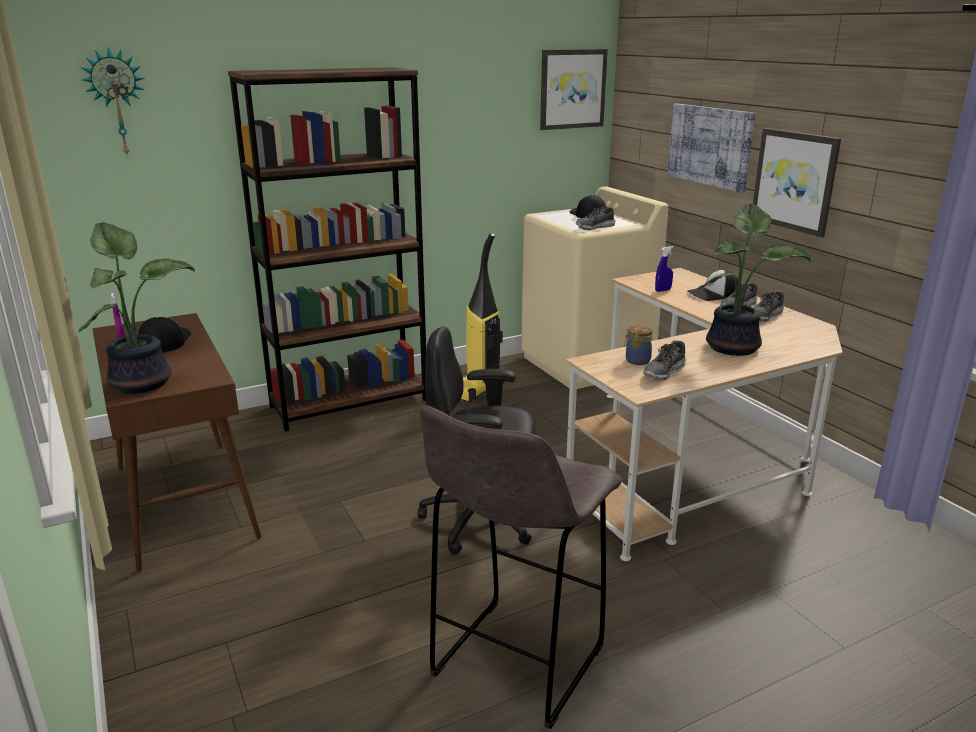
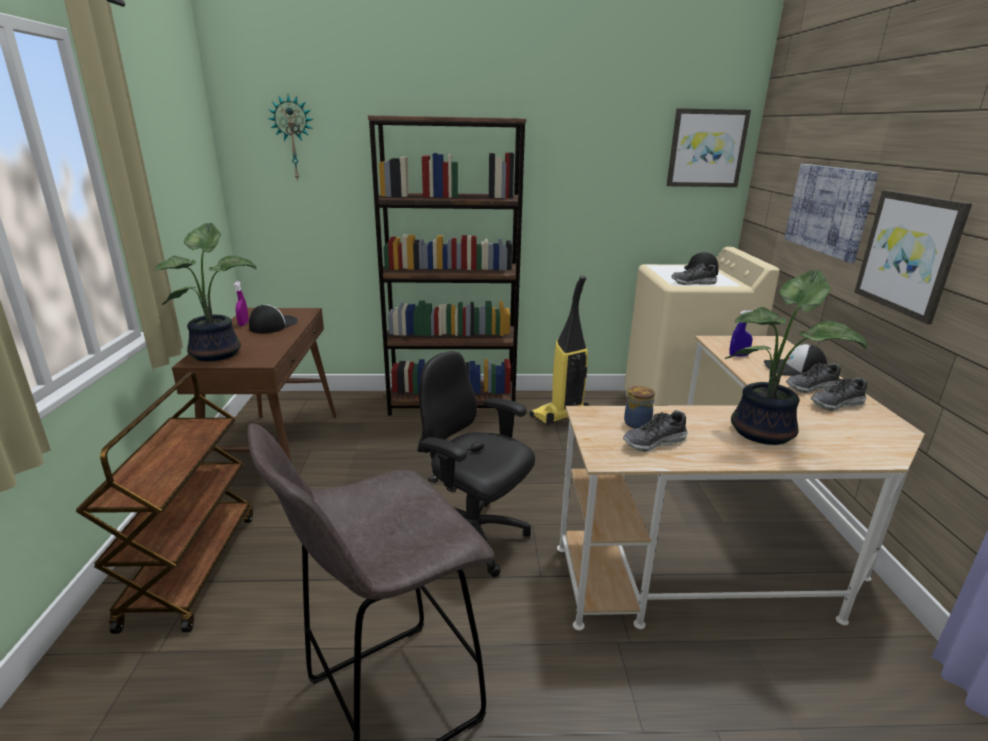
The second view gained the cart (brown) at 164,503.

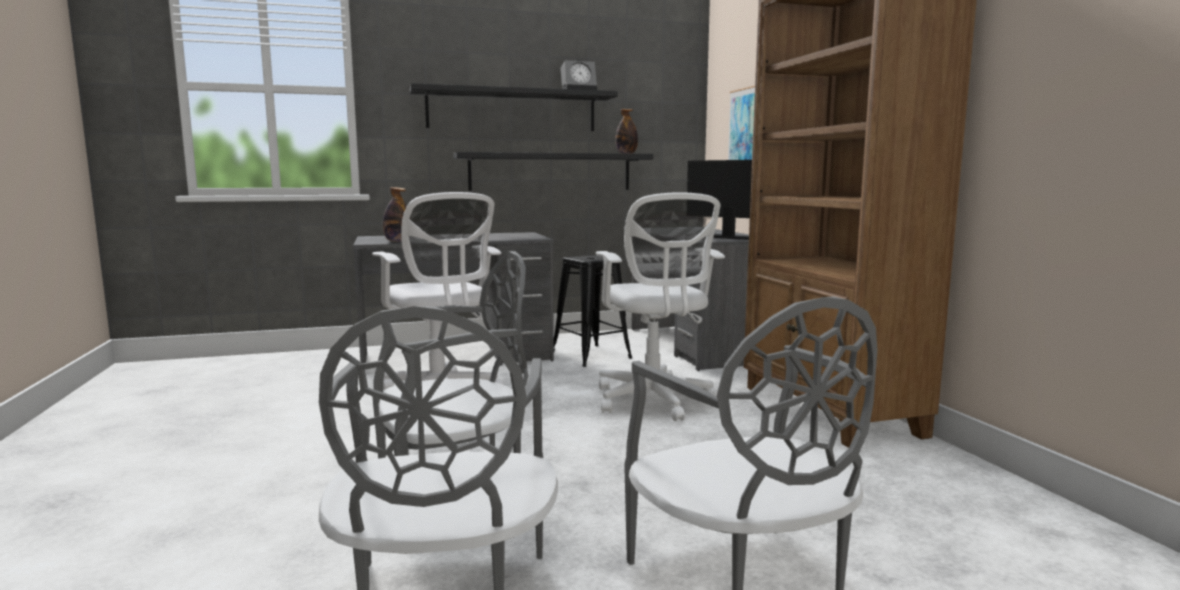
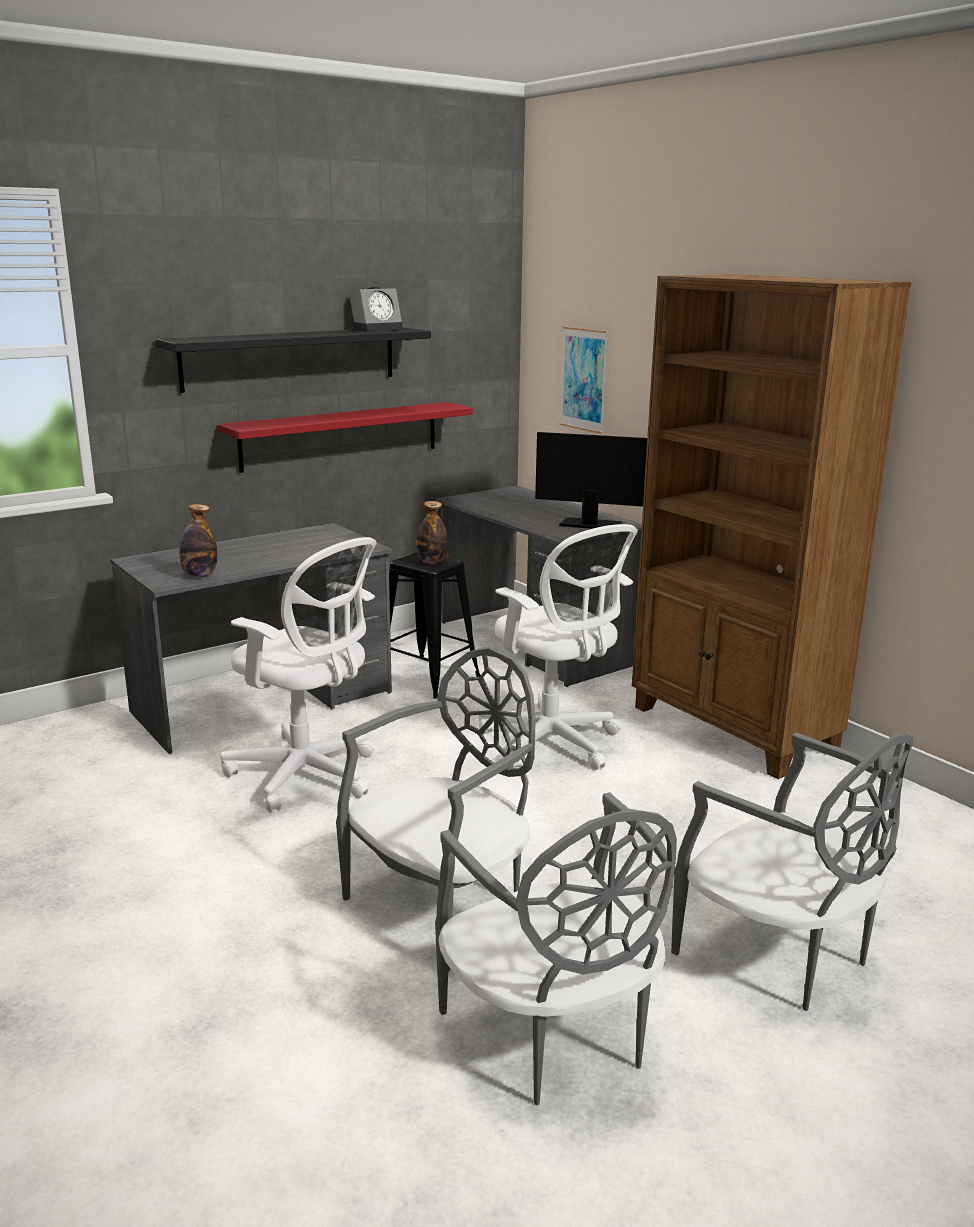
What was the shelf (black) at 553,171 turned into the shelf (red) at 345,437. The bottle ended up elsewhere, having gone from 626,131 to 432,533.

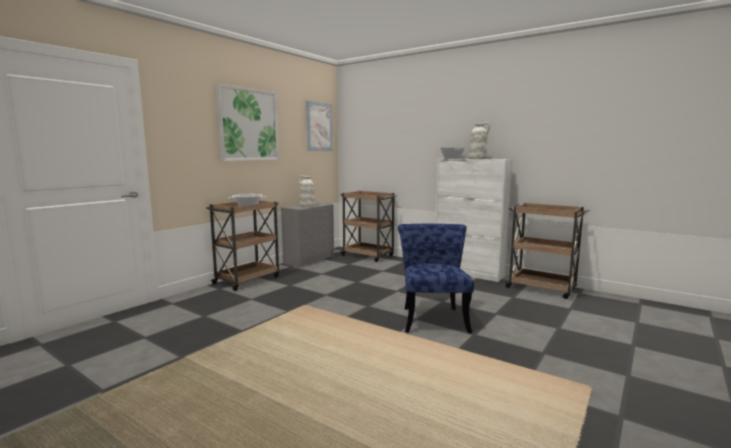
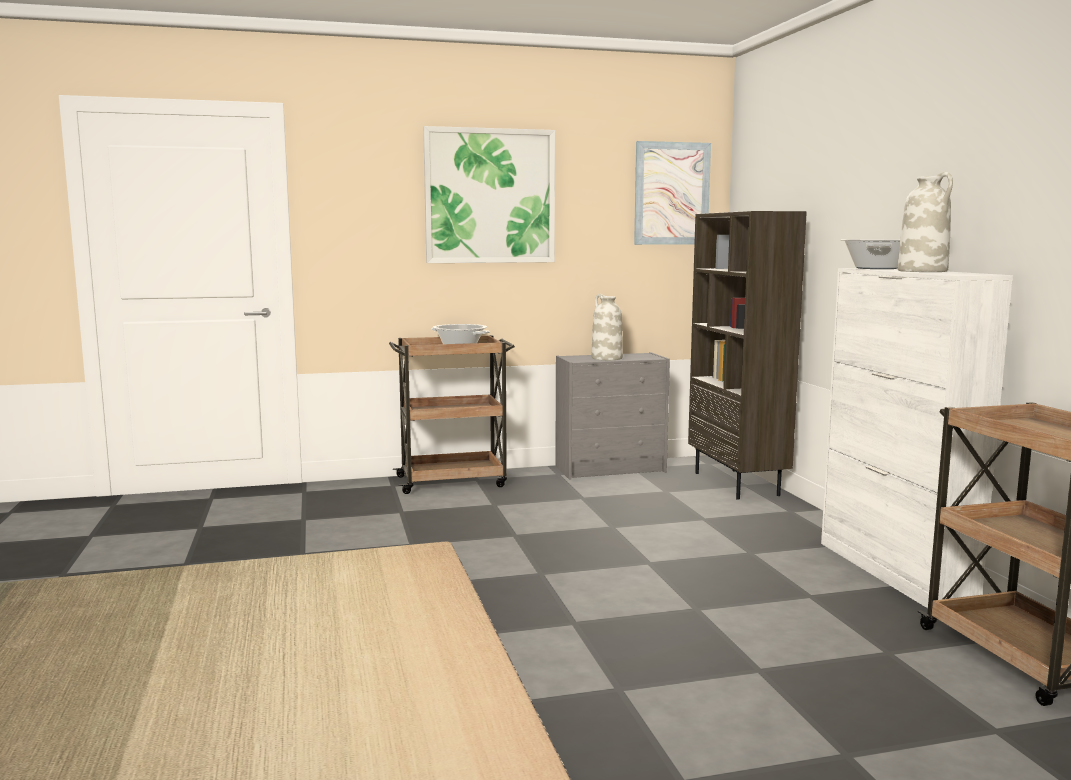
Where the cart (brown) stood at 368,226, the bookcase (brown) came to stand at 747,355. The second view lost the chair (blue) at 436,278.

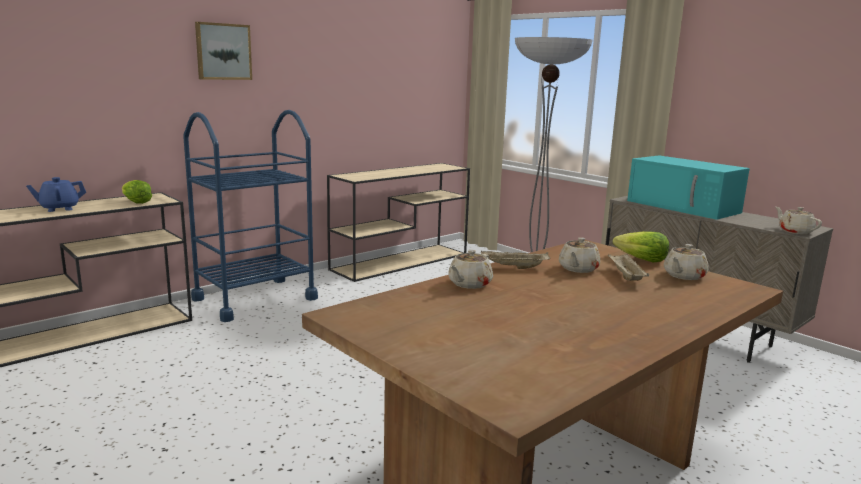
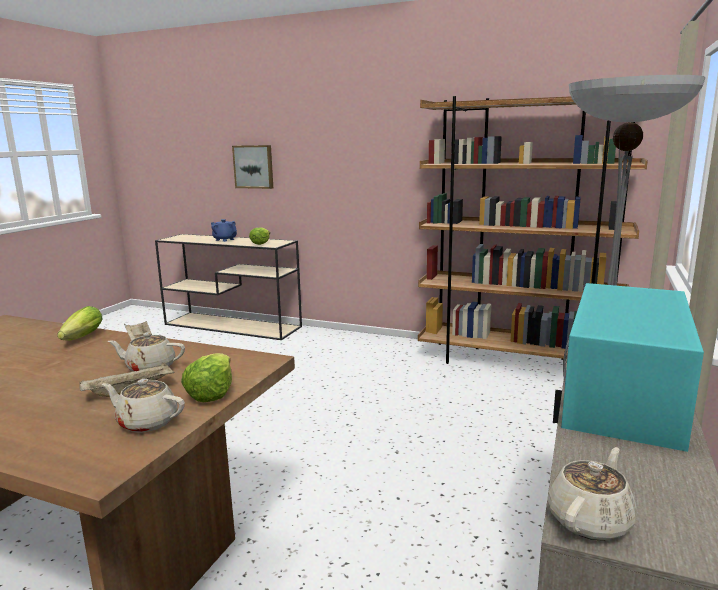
The second view lost the cart (blue) at 250,216. The picture ended up elsewhere, having gone from 223,51 to 252,167. Where the console table (beige) stood at 398,222, the bookcase (brown) came to stand at 533,230. Where the teapot (beige) stood at 470,269, the lettuce came to stand at 80,323.

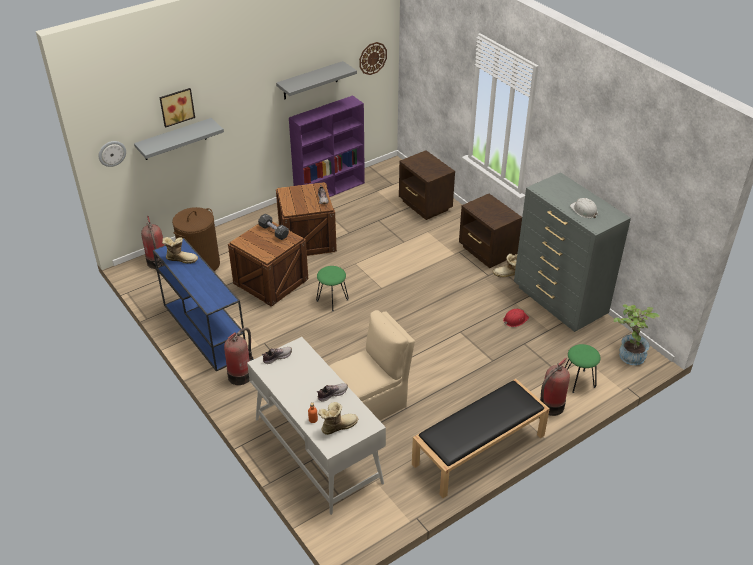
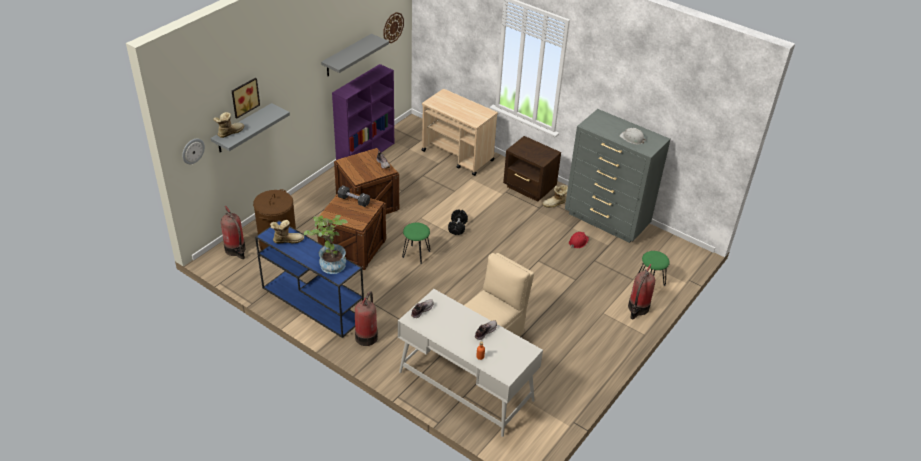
The boot ended up elsewhere, having gone from 338,418 to 229,125. Where the nightstand (brown) stood at 427,185, the cart (beige) came to stand at 460,132. The second view lost the bench (black) at 481,438. The potted plant ended up elsewhere, having gone from 636,334 to 326,244. The second view gained the dumbbell (black) at 458,222.

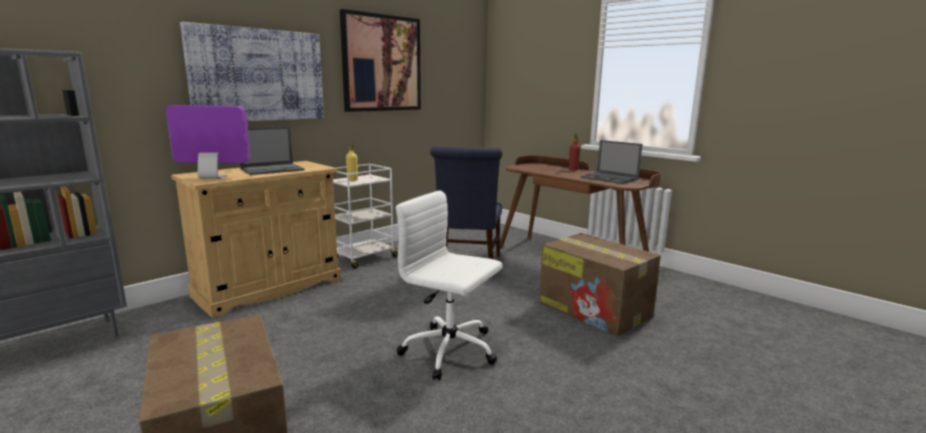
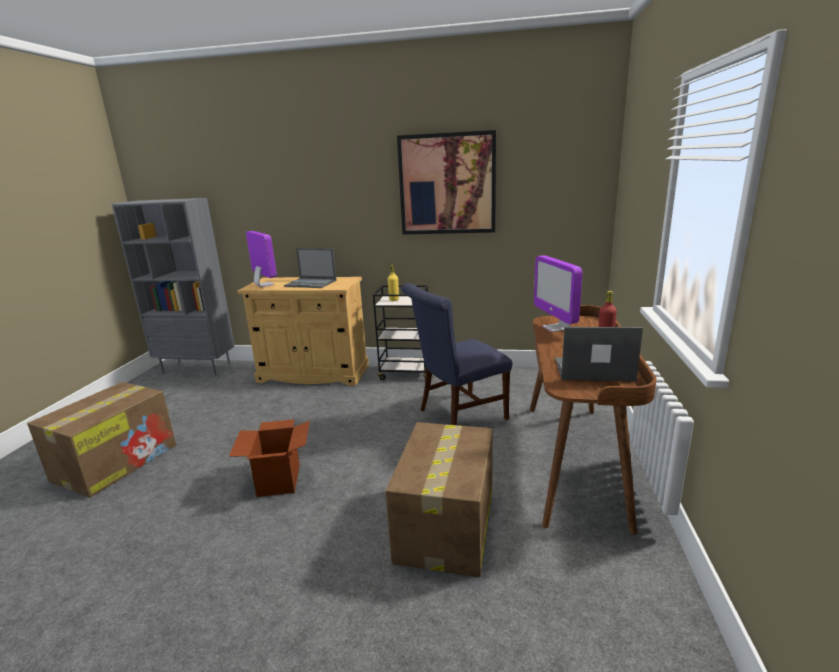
The second view lost the picture at 252,71. What was the cart (white) at 365,216 turned into the cart (black) at 403,332. Where the office chair (white) stood at 449,285, the cardboard box came to stand at 269,458. The laptop at 612,162 ended up facing another way, 90 degrees clockwise from before. The second view gained the monitor at 558,293.

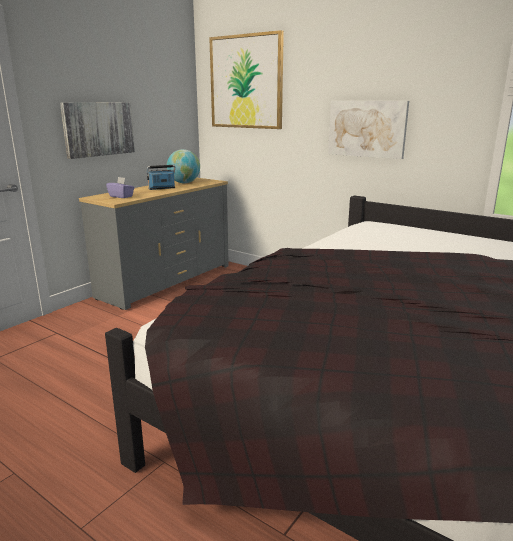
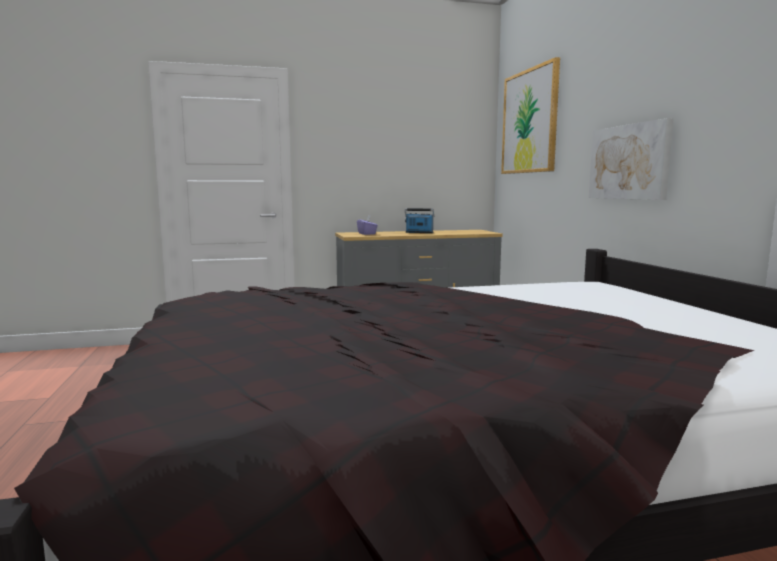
The second view lost the picture at 97,130. The second view lost the globe at 183,166.

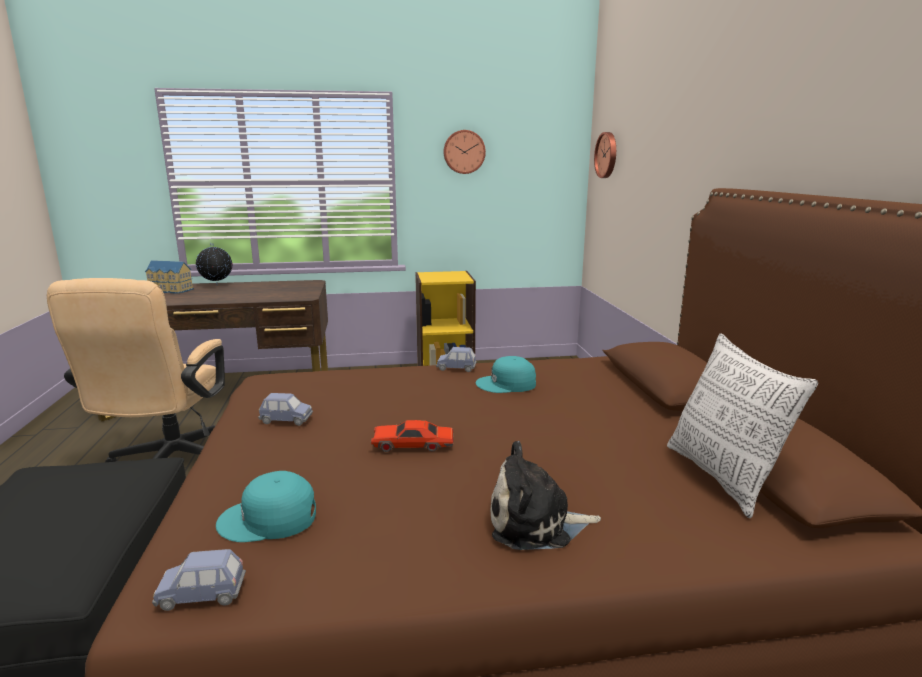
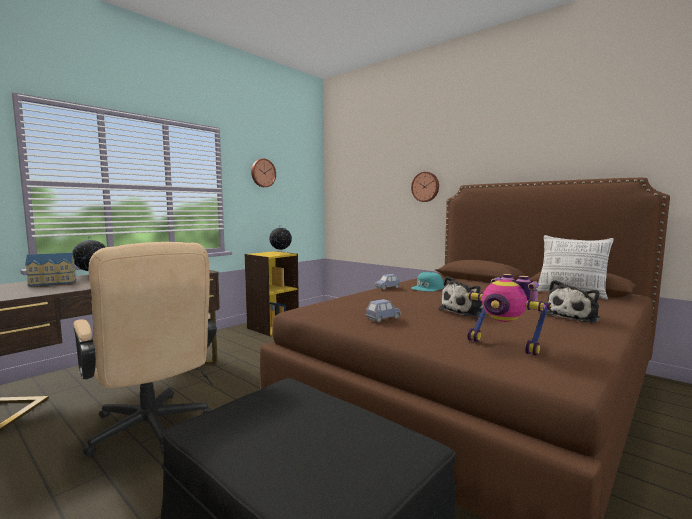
The second view lost the toy car (blue) at 199,580. Where the cap (turquoise) stood at 266,506, the toy robot came to stand at 509,315. Where the toy car (red) stood at 412,436, the plush toy came to stand at 463,296. The wall clock ended up elsewhere, having gone from 605,155 to 425,187. The second view gained the globe at 280,238.

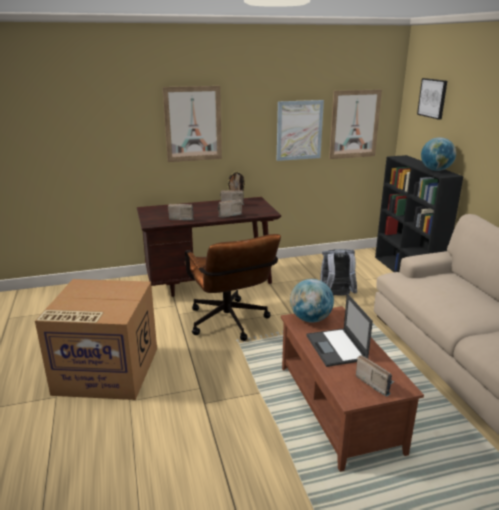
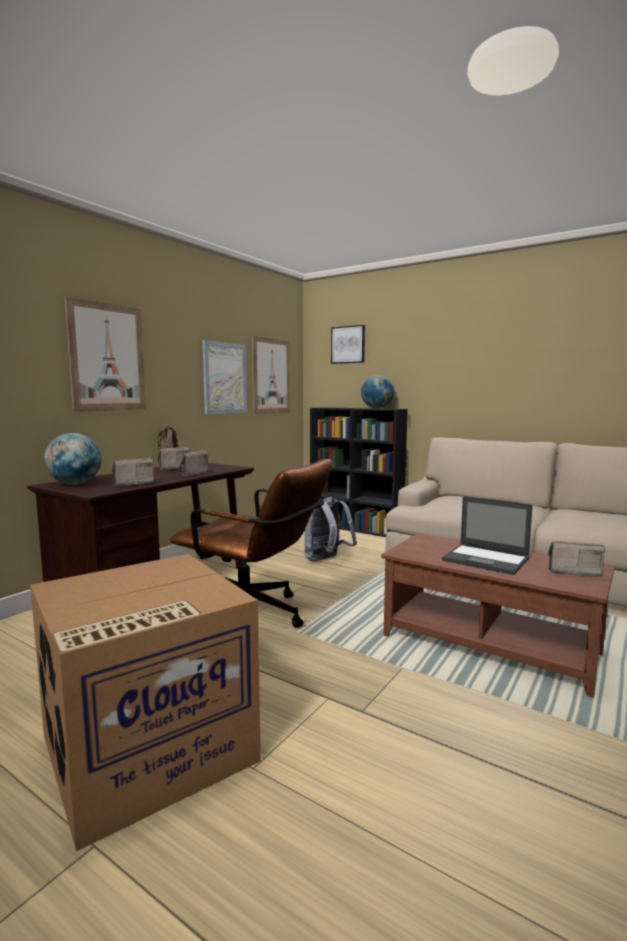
The globe ended up elsewhere, having gone from 312,301 to 73,459.

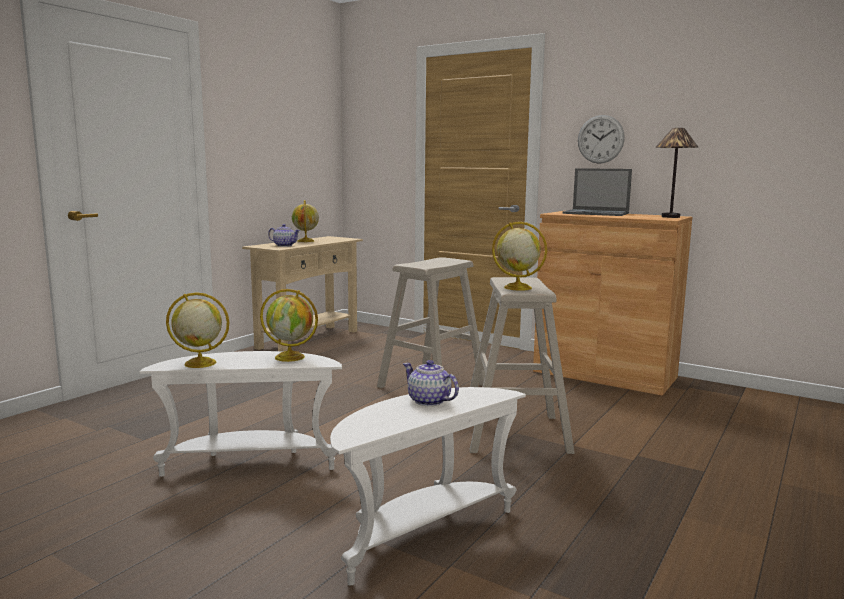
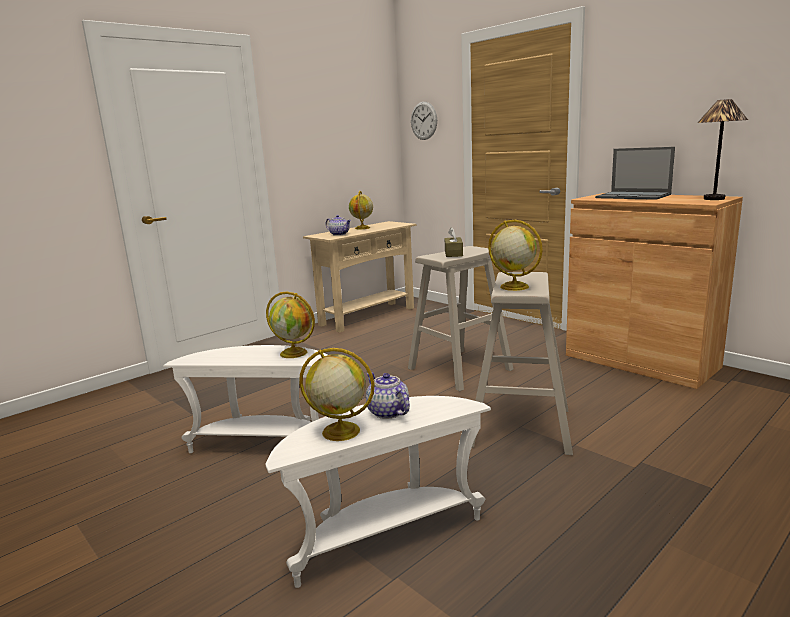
The globe ended up elsewhere, having gone from 197,330 to 337,394. The wall clock ended up elsewhere, having gone from 601,139 to 424,121. The second view gained the tissue box (brown) at 454,242.

